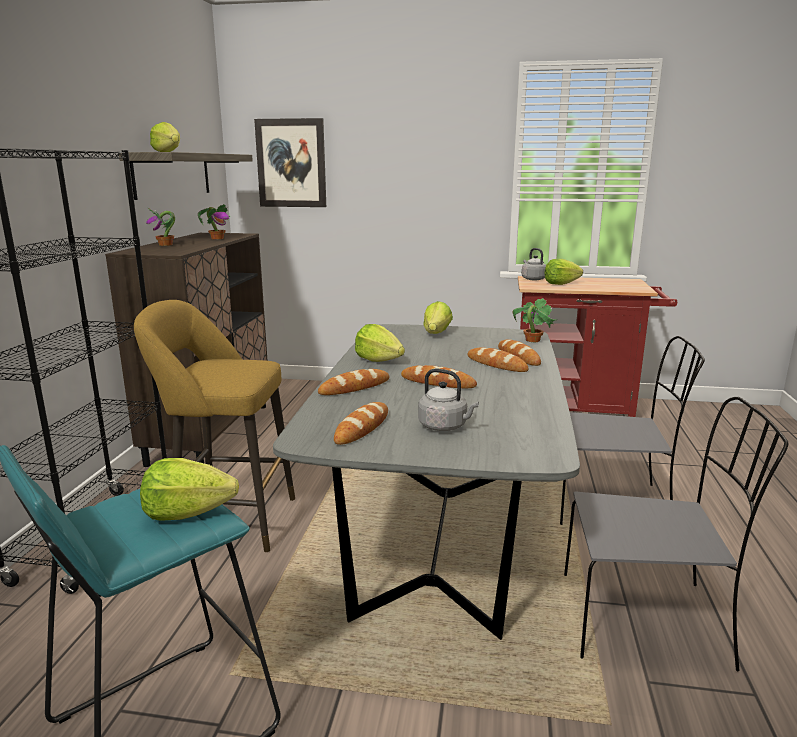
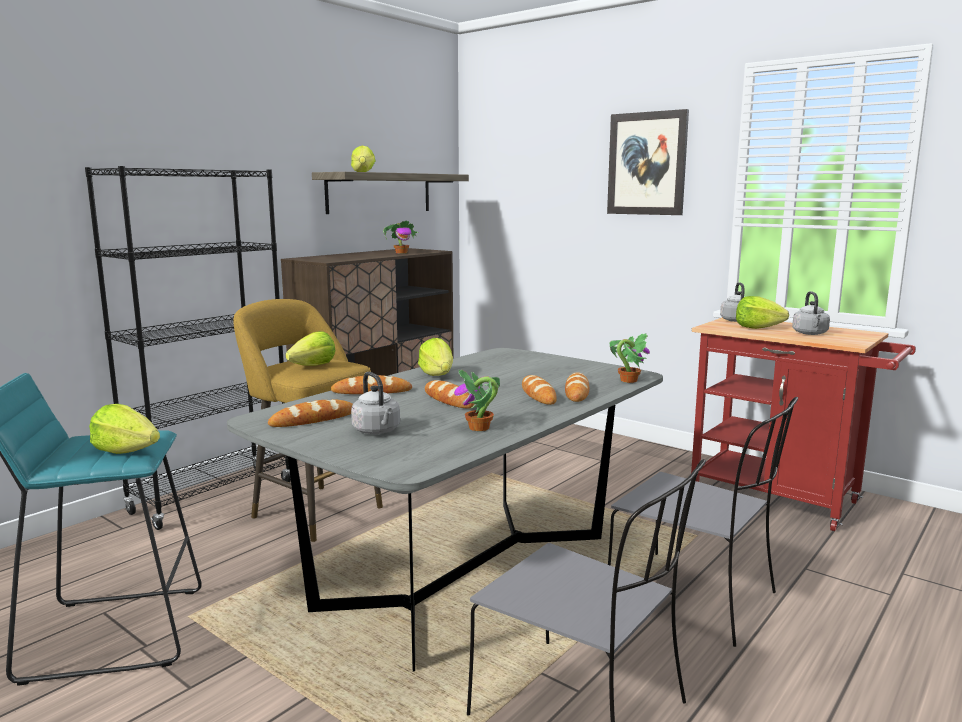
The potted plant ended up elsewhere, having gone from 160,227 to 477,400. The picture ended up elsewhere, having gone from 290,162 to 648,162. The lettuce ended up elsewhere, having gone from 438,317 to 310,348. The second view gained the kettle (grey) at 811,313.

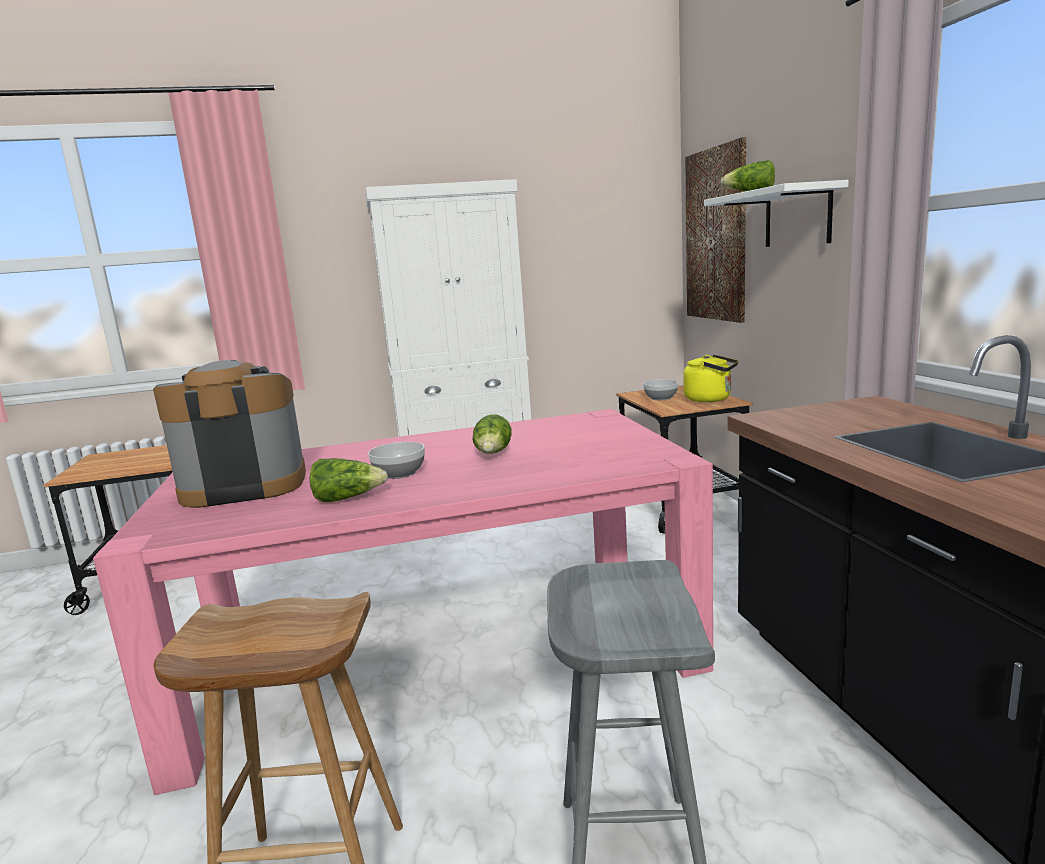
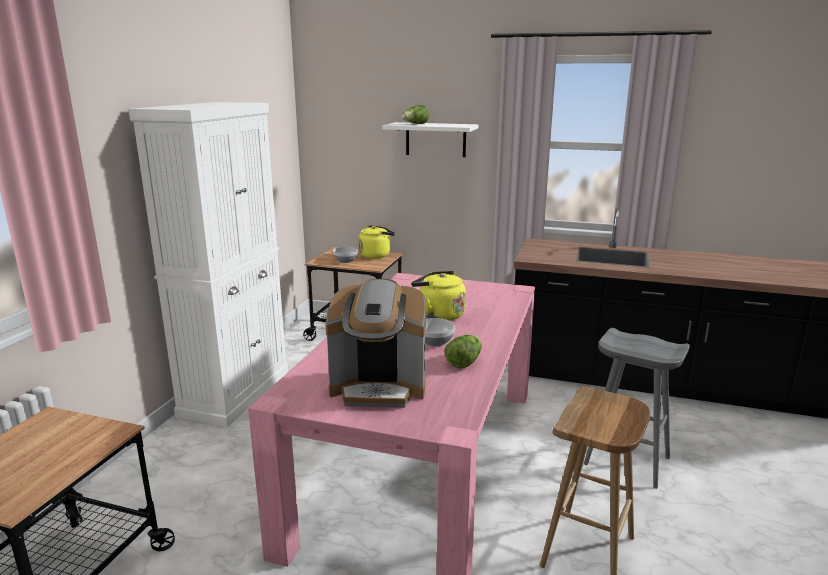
The coffee machine at 229,434 ended up facing another way, 105 degrees counterclockwise from before. Where the lettuce stood at 492,434, the kettle (yellow) came to stand at 438,296. The second view lost the picture at 715,230.

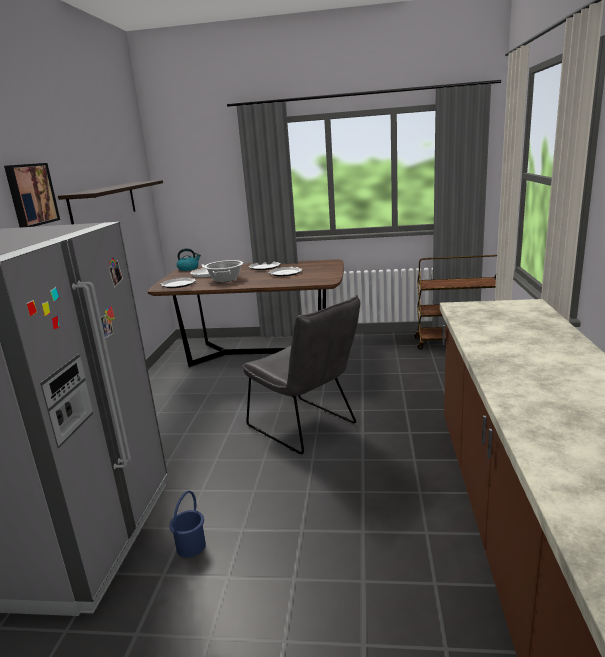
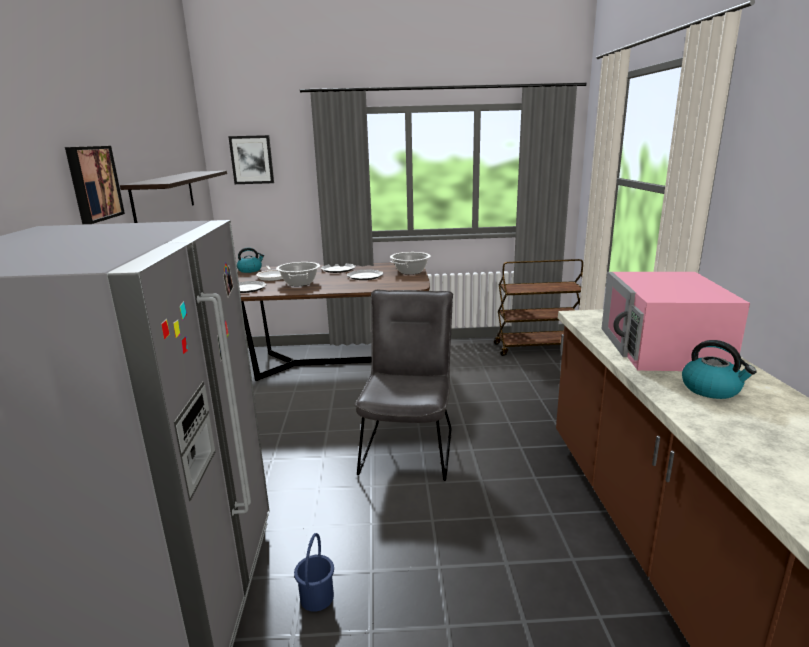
The chair (grey) at 301,374 ended up facing another way, 120 degrees counterclockwise from before. The second view gained the picture at 251,159. The second view gained the cooking pot at 410,263. The second view gained the microwave (pink) at 675,321. The second view gained the kettle at 719,369.

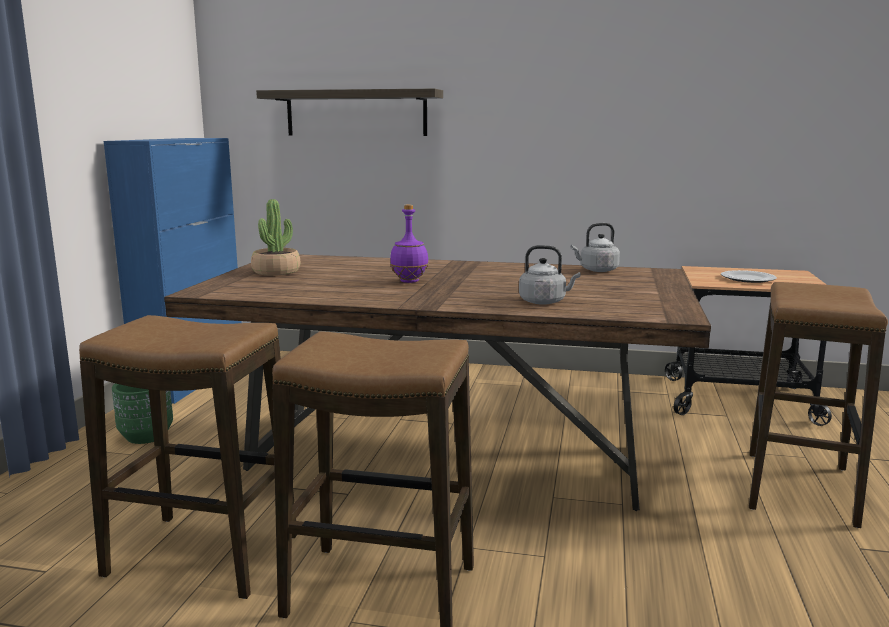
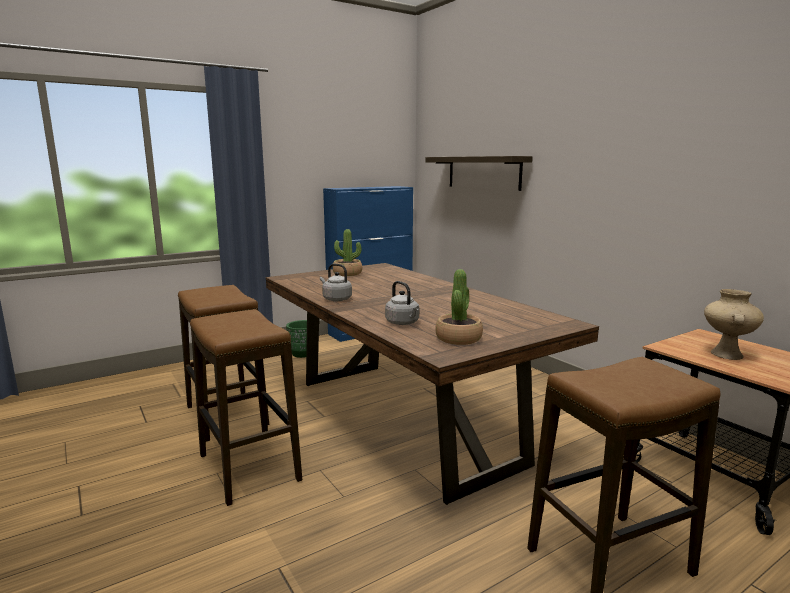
The second view lost the bottle (purple) at 409,243. The kettle (grey) ended up elsewhere, having gone from 595,247 to 336,282. Where the plate stood at 749,276, the vase (beige) came to stand at 734,324. The second view gained the potted plant at 459,307.

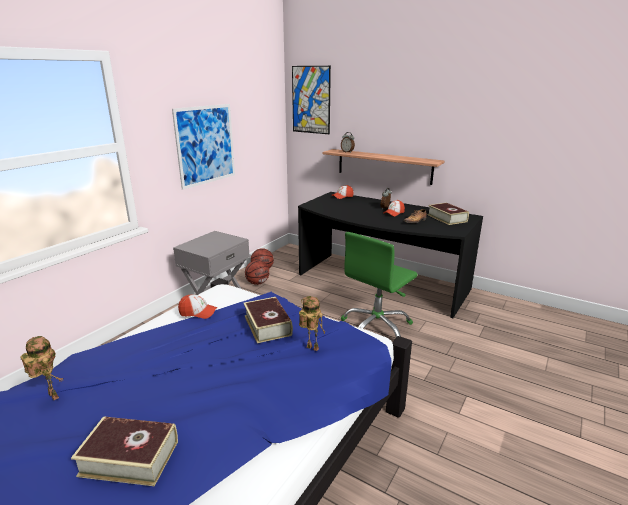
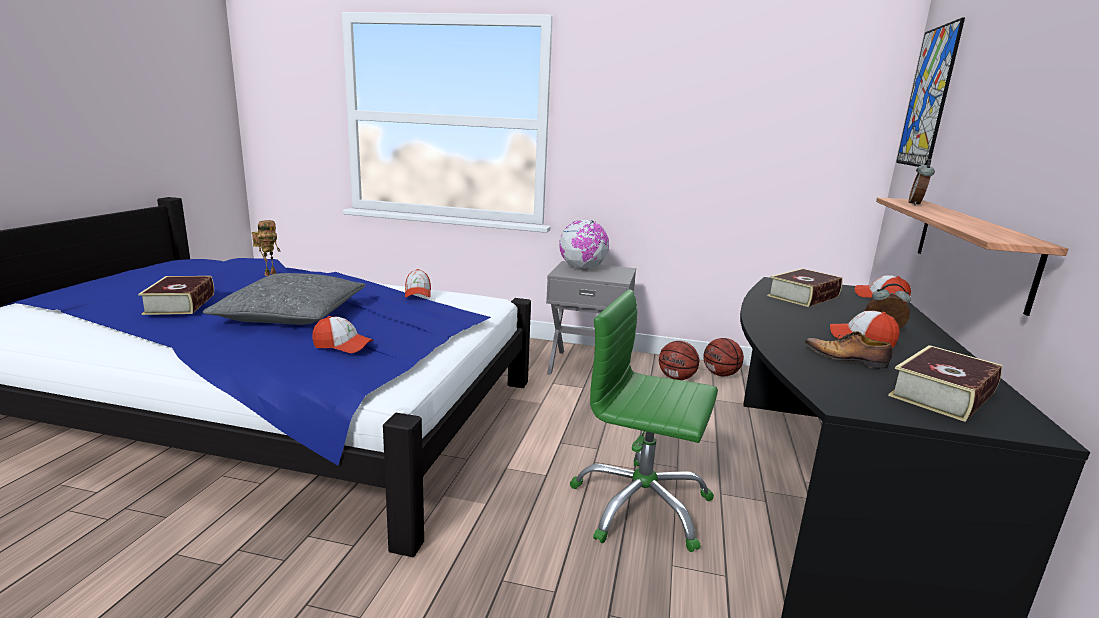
The second view lost the picture at 203,147. The book ended up elsewhere, having gone from 268,320 to 805,287. Where the toy robot stood at 312,323, the cap came to stand at 342,334. The second view gained the pillow (grey) at 284,299. The second view gained the globe at 584,244.

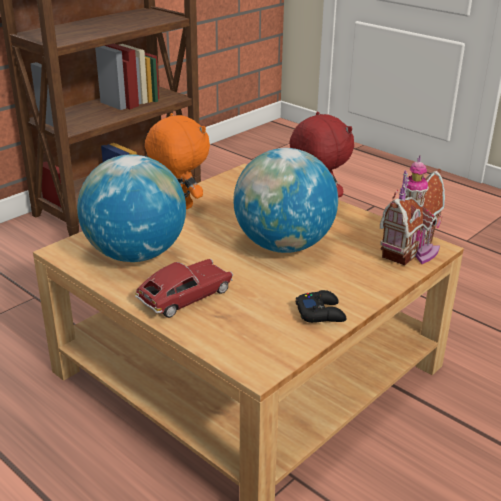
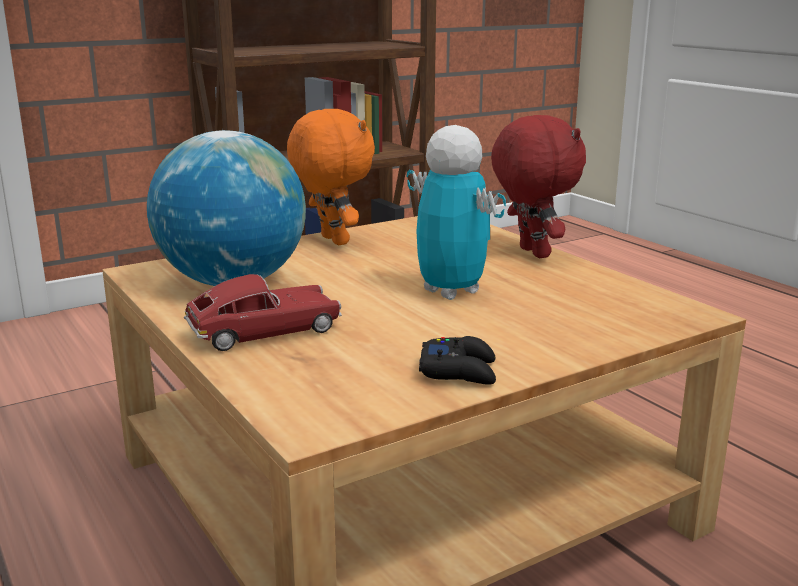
Where the globe stood at 285,200, the toy robot came to stand at 456,212. The second view lost the toy house at 412,211.

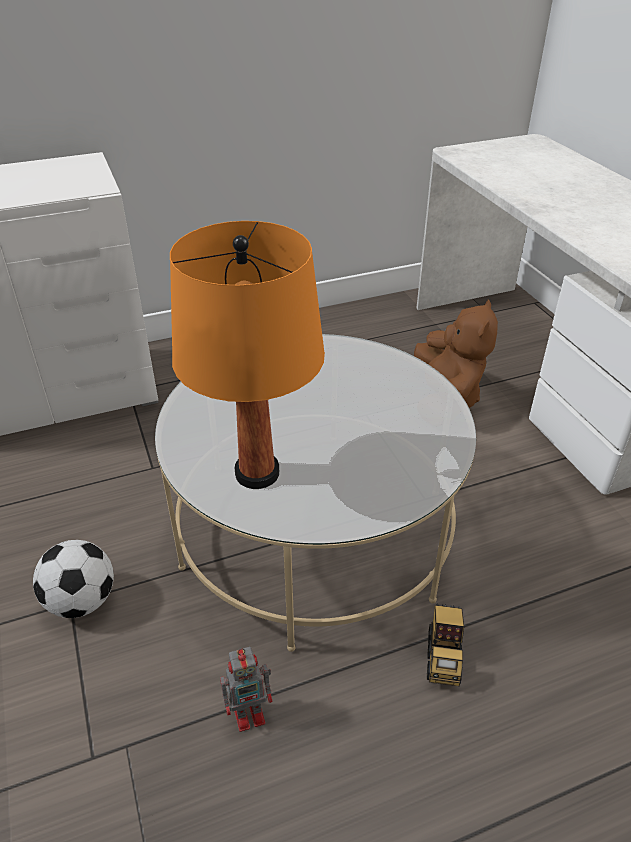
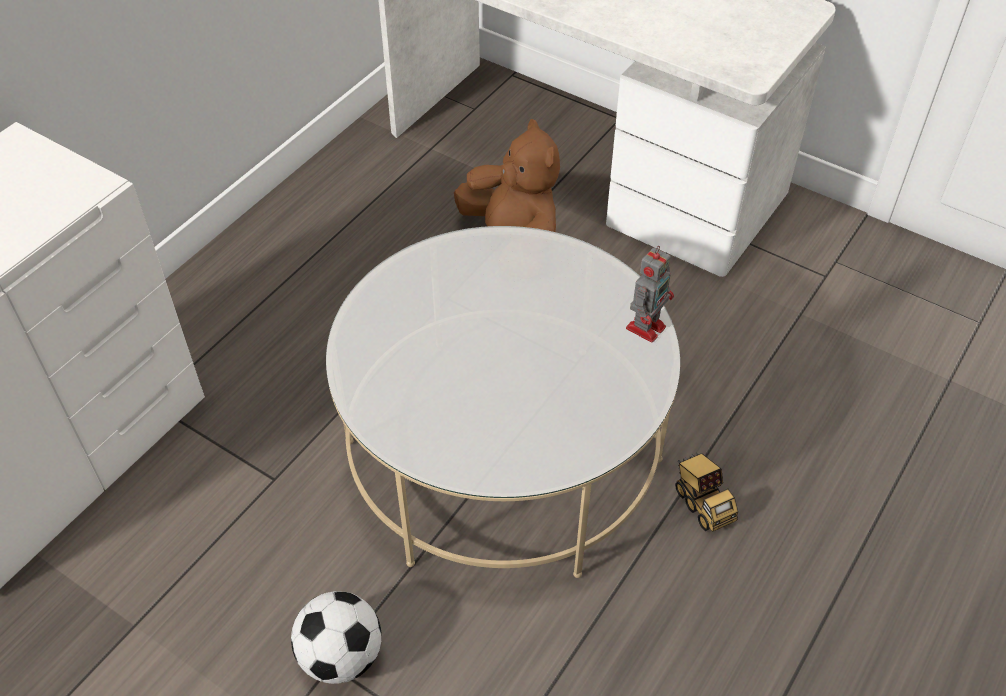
The second view lost the table lamp (orange) at 247,355. The toy robot ended up elsewhere, having gone from 246,689 to 650,294.

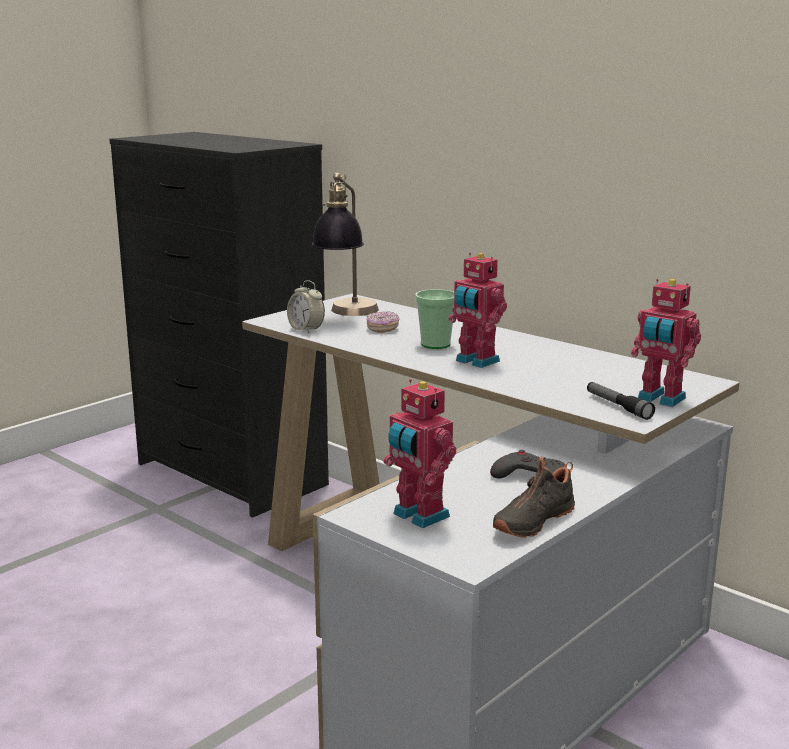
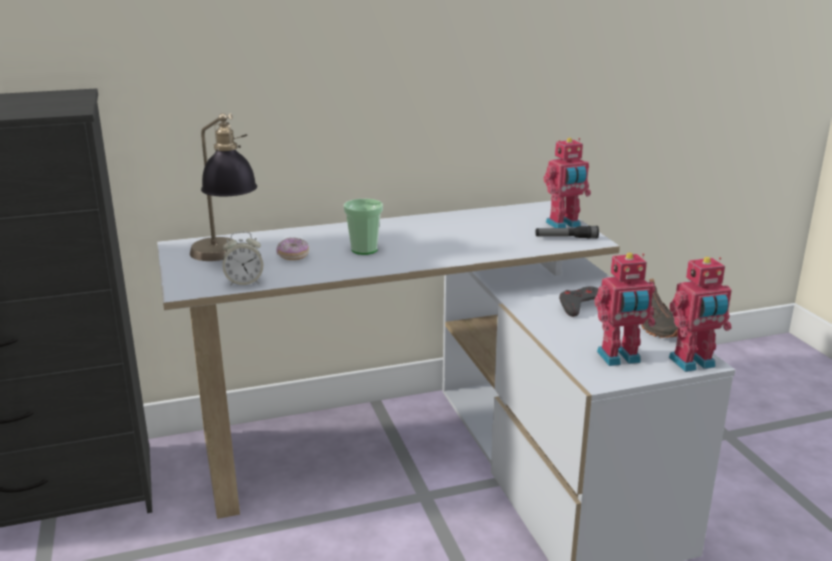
The toy robot ended up elsewhere, having gone from 477,310 to 700,314.

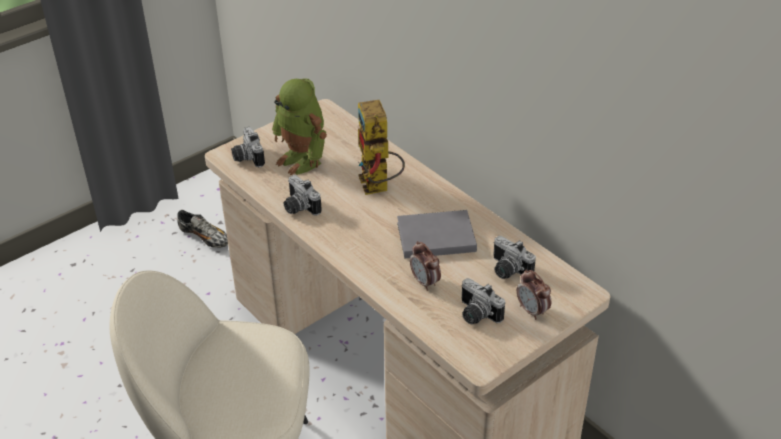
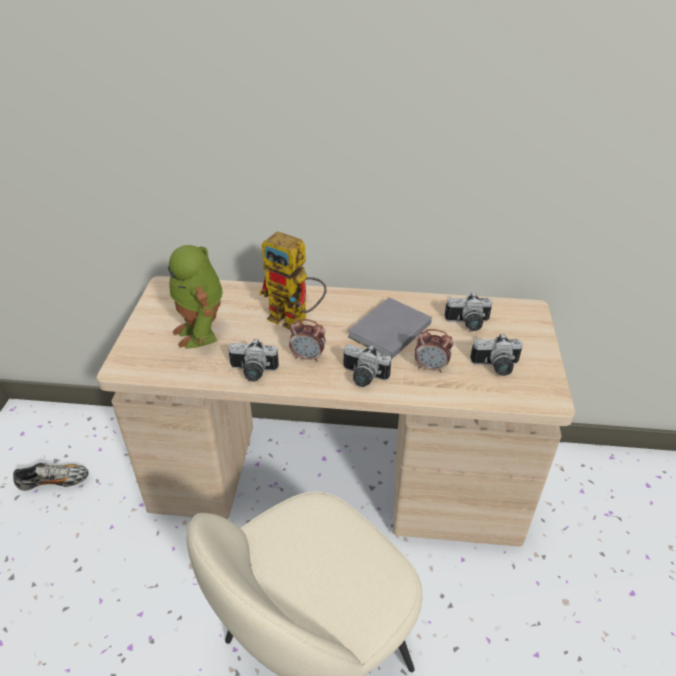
The photo camera ended up elsewhere, having gone from 248,147 to 367,365. The toy robot at 299,126 ended up facing another way, 60 degrees clockwise from before. The alarm clock ended up elsewhere, having gone from 534,295 to 307,340.

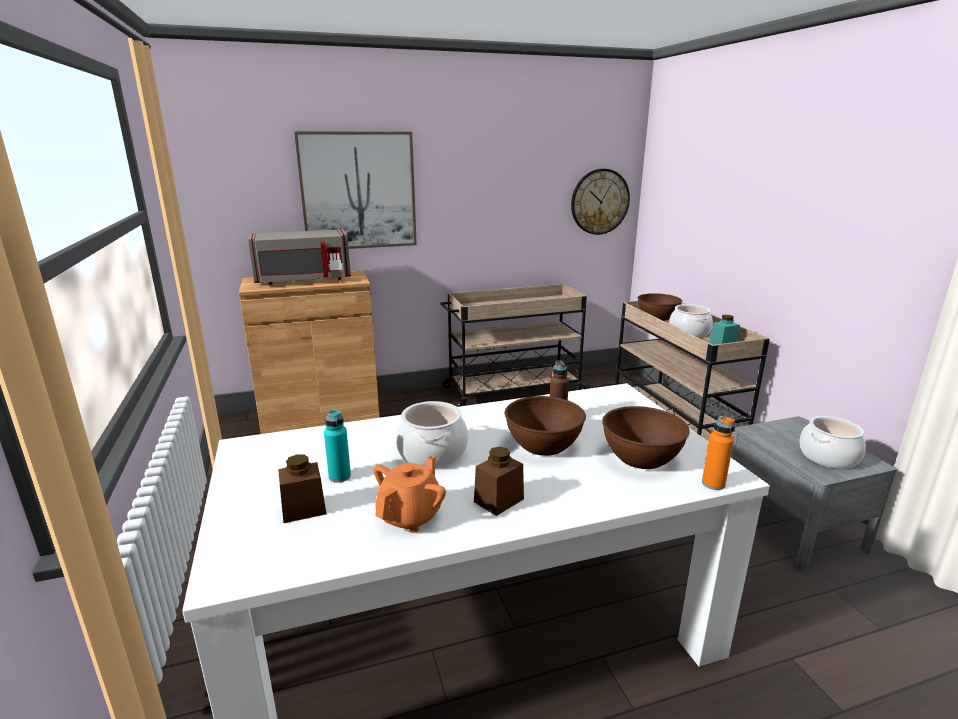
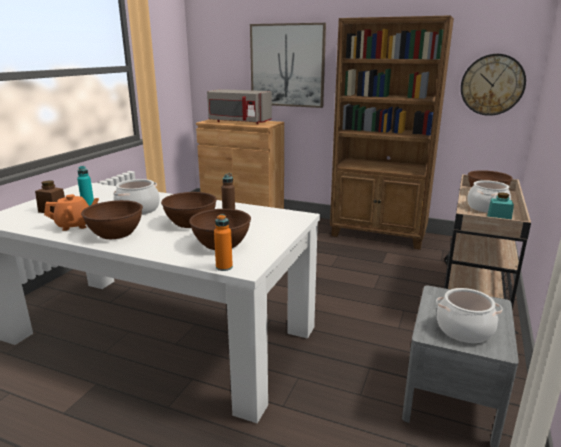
Where the cart (beige) stood at 515,345, the bookcase (brown) came to stand at 392,132. Where the jar (brown) stood at 499,481, the bowl (brown) came to stand at 112,219.

